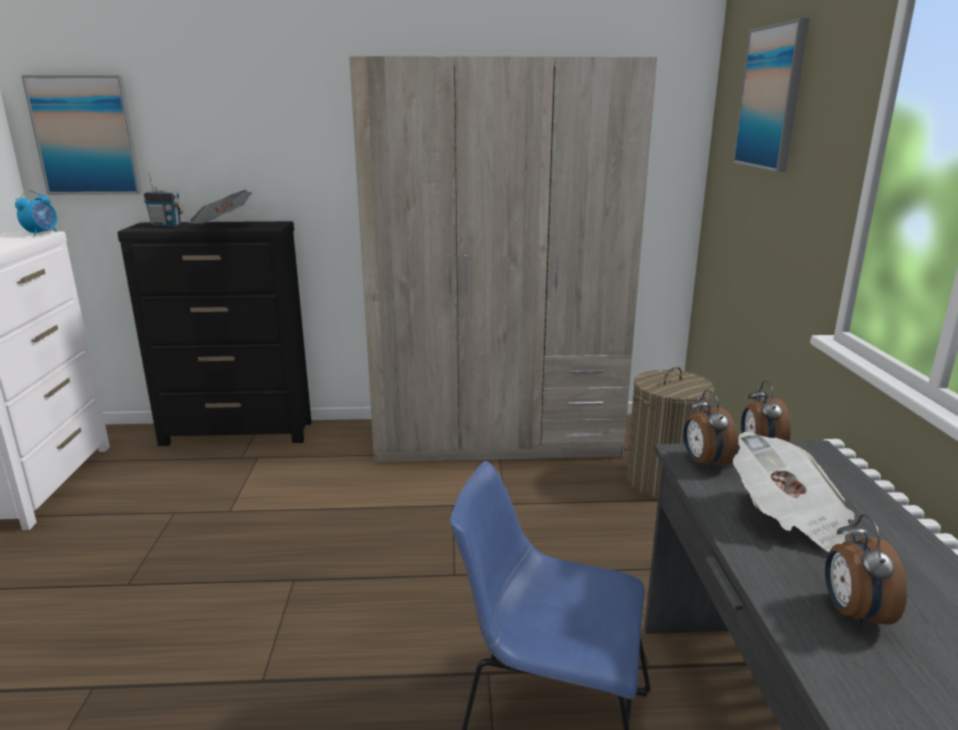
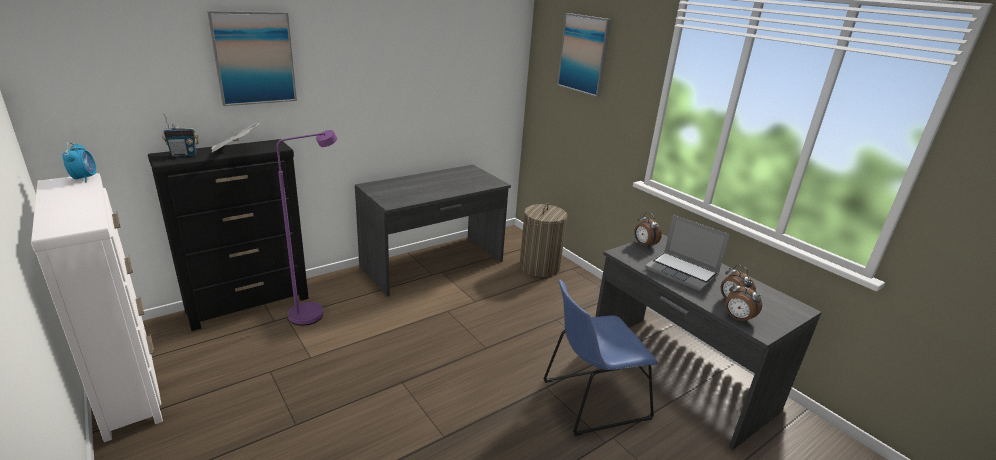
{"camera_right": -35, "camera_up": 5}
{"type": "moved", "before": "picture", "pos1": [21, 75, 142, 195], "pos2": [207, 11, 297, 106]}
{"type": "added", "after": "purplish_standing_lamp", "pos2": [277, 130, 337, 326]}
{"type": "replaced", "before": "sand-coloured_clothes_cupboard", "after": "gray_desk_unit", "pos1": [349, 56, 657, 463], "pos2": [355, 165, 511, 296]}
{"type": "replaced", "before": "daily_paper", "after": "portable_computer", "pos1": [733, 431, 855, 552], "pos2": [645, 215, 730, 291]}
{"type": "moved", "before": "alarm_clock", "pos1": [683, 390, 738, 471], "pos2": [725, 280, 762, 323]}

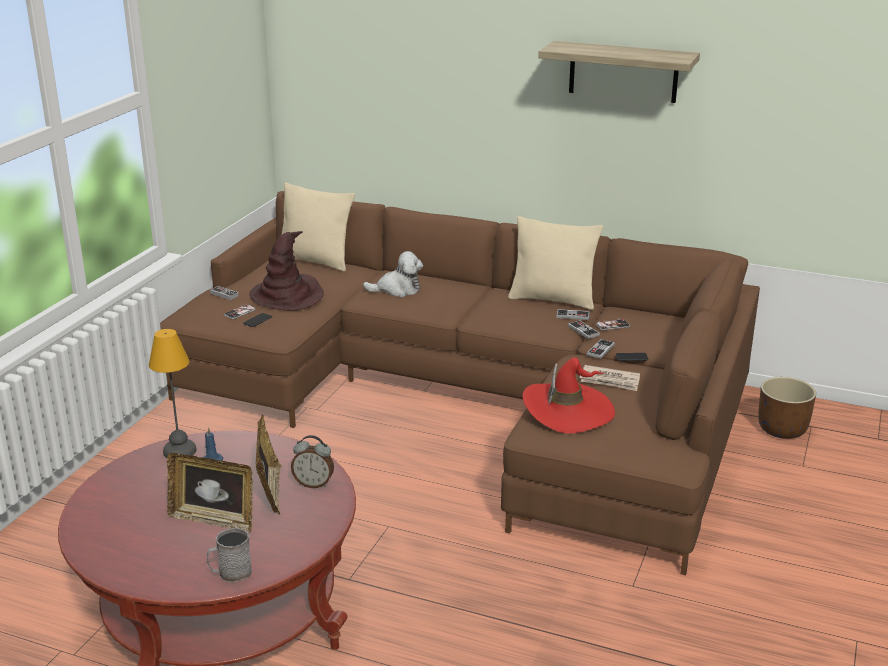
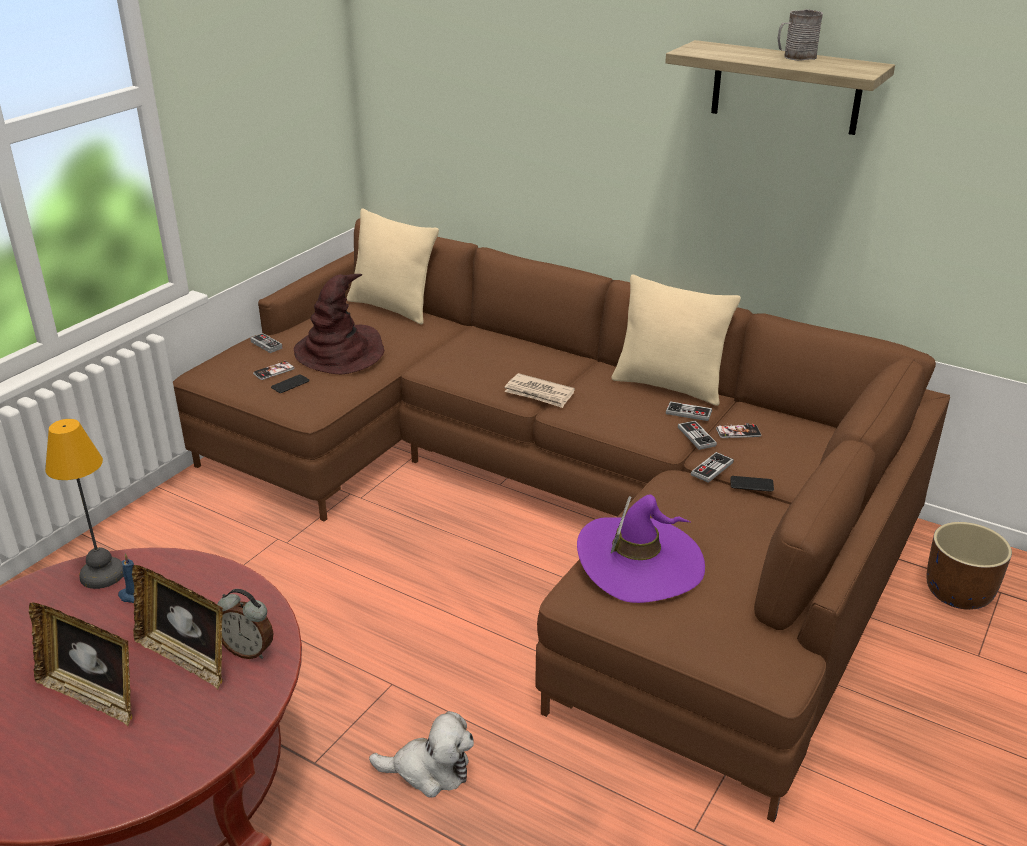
{"camera_right": 10, "camera_up": 5}
{"type": "turned", "before": "picture_frame", "pos1": [256, 415, 282, 515], "pos2": [132, 565, 223, 690], "turn": 120}
{"type": "moved", "before": "cuddly_toy", "pos1": [363, 251, 423, 297], "pos2": [369, 711, 474, 798]}
{"type": "moved", "before": "daily_paper", "pos1": [579, 365, 640, 391], "pos2": [504, 373, 575, 408]}
{"type": "recoloured", "before": "reddish_clothing_hat", "after": "purplish_clothing_hat", "pos1": [522, 357, 615, 434], "pos2": [577, 495, 705, 603]}
{"type": "moved", "before": "gray_tea_mug", "pos1": [207, 527, 252, 583], "pos2": [778, 9, 823, 61]}

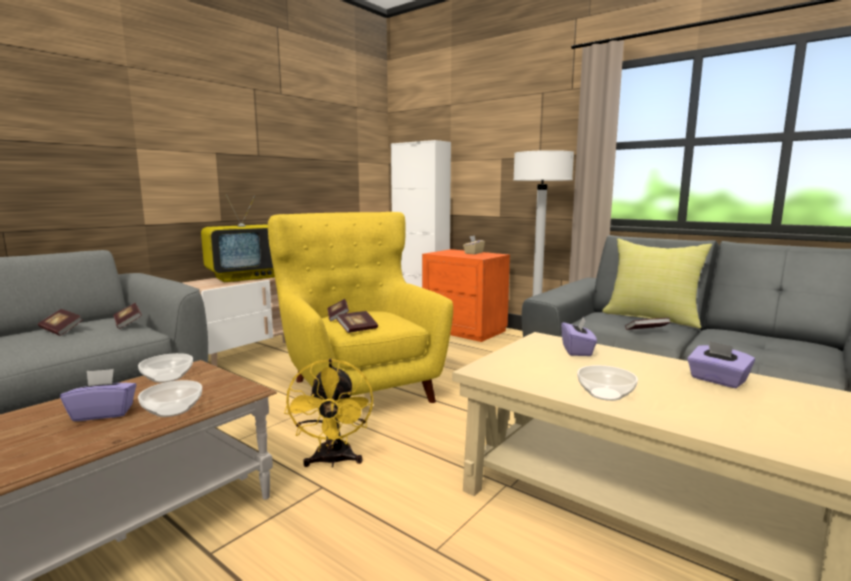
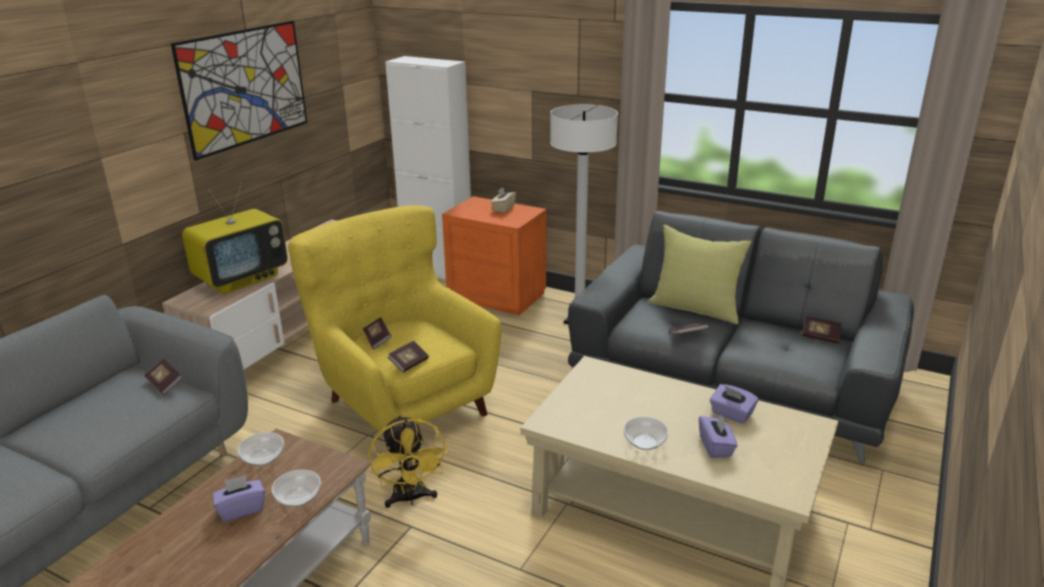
{"camera_right": -10, "camera_up": 15}
{"type": "added", "after": "picture", "pos2": [171, 21, 307, 161]}
{"type": "moved", "before": "purplish_box_of_tissues", "pos1": [561, 317, 597, 356], "pos2": [699, 414, 738, 458]}
{"type": "moved", "before": "book", "pos1": [38, 309, 83, 336], "pos2": [802, 316, 842, 344]}

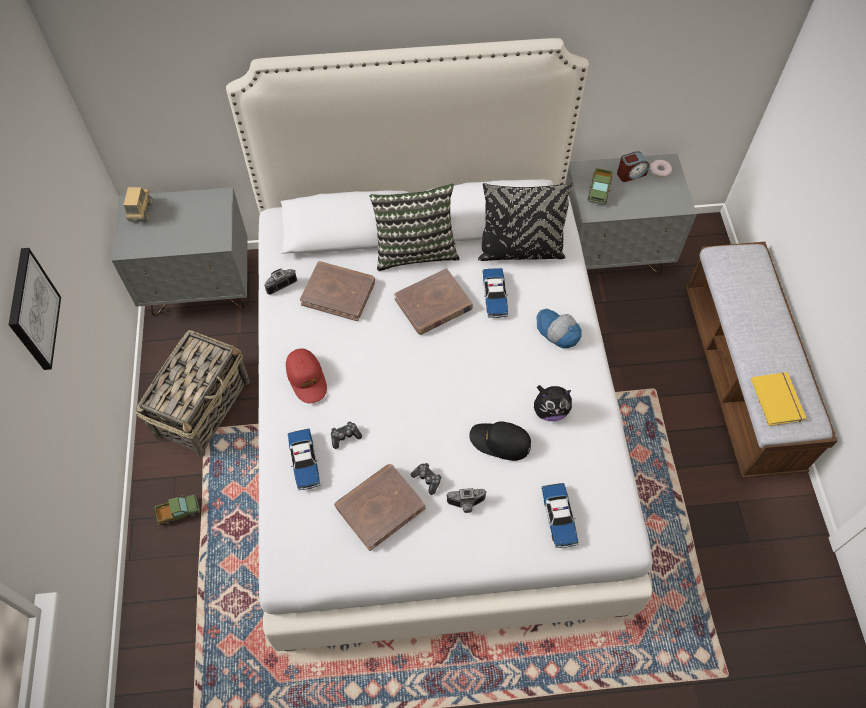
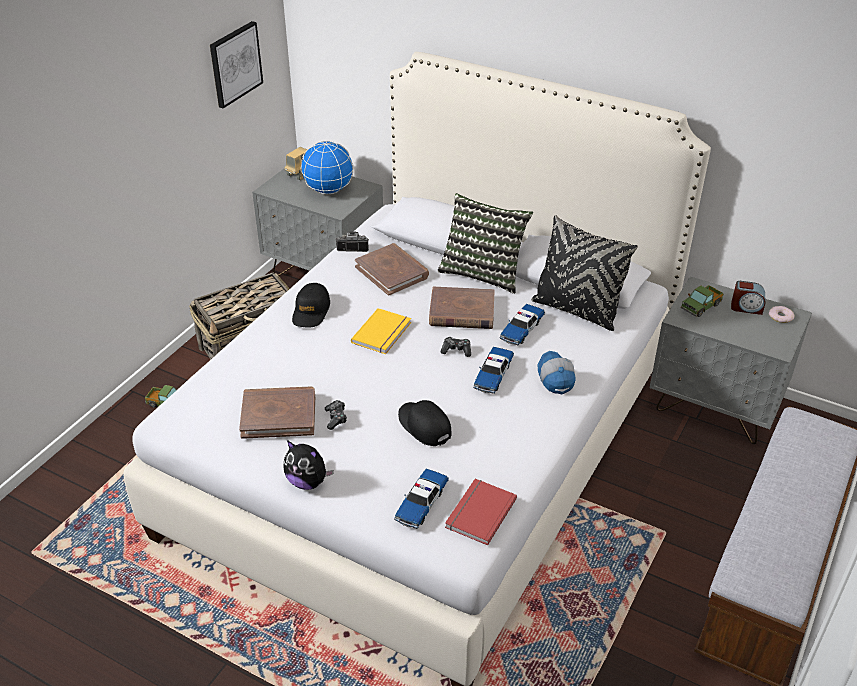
{"camera_right": 35, "camera_up": -20}
{"type": "moved", "before": "picture", "pos1": [8, 248, 61, 370], "pos2": [210, 21, 263, 108]}
{"type": "moved", "before": "cuddly_toy", "pos1": [534, 385, 572, 421], "pos2": [283, 440, 334, 490]}
{"type": "recoloured", "before": "reddish_cap", "after": "black_cap", "pos1": [286, 349, 327, 403], "pos2": [292, 283, 330, 328]}
{"type": "added", "after": "globe", "pos2": [301, 141, 354, 194]}
{"type": "moved", "before": "yellow-coloured_book", "pos1": [751, 372, 806, 426], "pos2": [351, 308, 411, 354]}
{"type": "moved", "before": "gamepad", "pos1": [331, 421, 362, 449], "pos2": [441, 337, 471, 357]}
{"type": "added", "after": "reddish_book", "pos2": [445, 479, 517, 546]}
{"type": "moved", "before": "model_car", "pos1": [288, 429, 320, 490], "pos2": [473, 347, 514, 394]}
{"type": "removed", "before": "photo_camera", "pos1": [447, 488, 486, 513]}

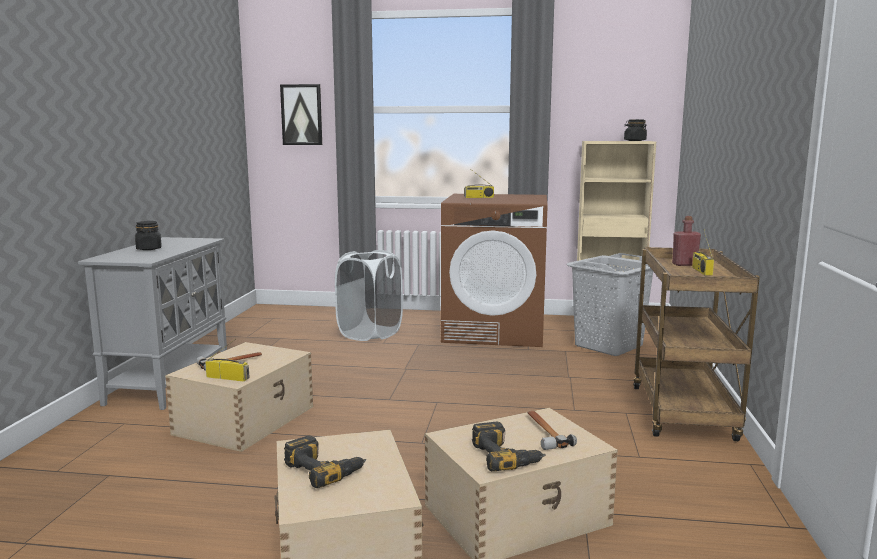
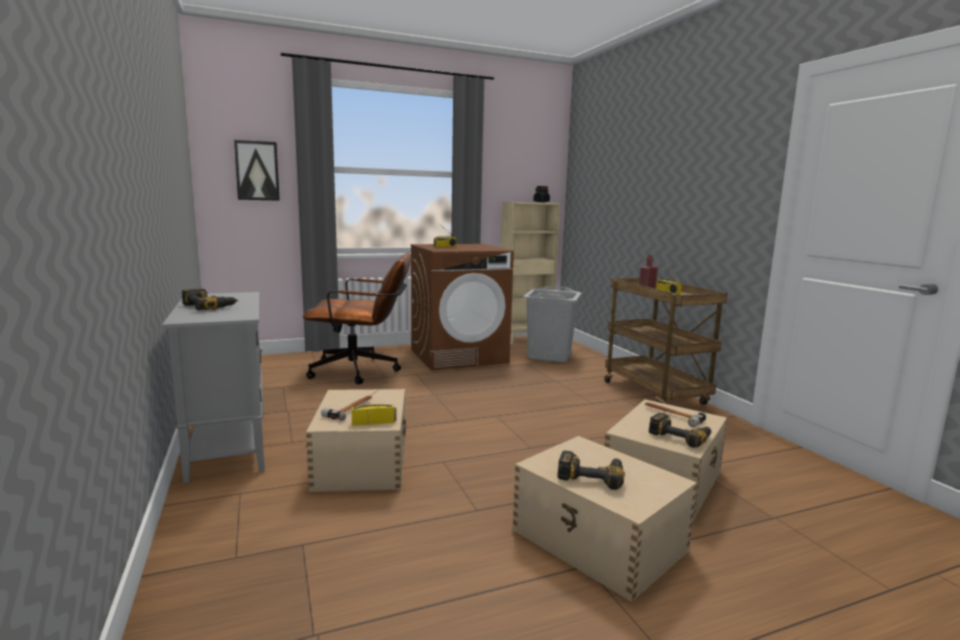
{"camera_right": -30, "camera_up": 0}
{"type": "replaced", "before": "black_jar", "after": "drill", "pos1": [135, 221, 162, 250], "pos2": [181, 288, 238, 310]}
{"type": "replaced", "before": "whitish_laundry_basket", "after": "brown_desk_chair", "pos1": [335, 250, 403, 341], "pos2": [303, 253, 411, 385]}

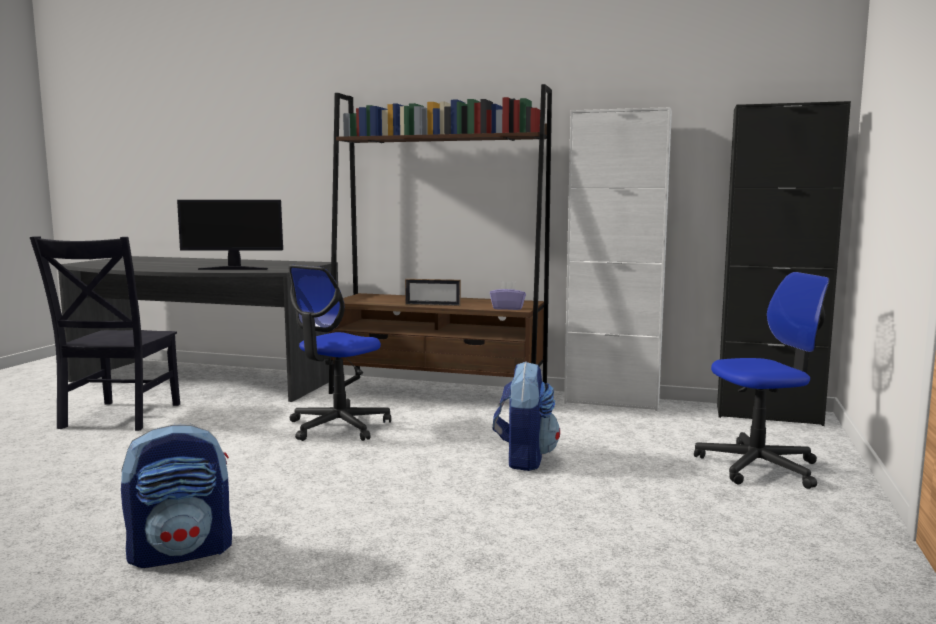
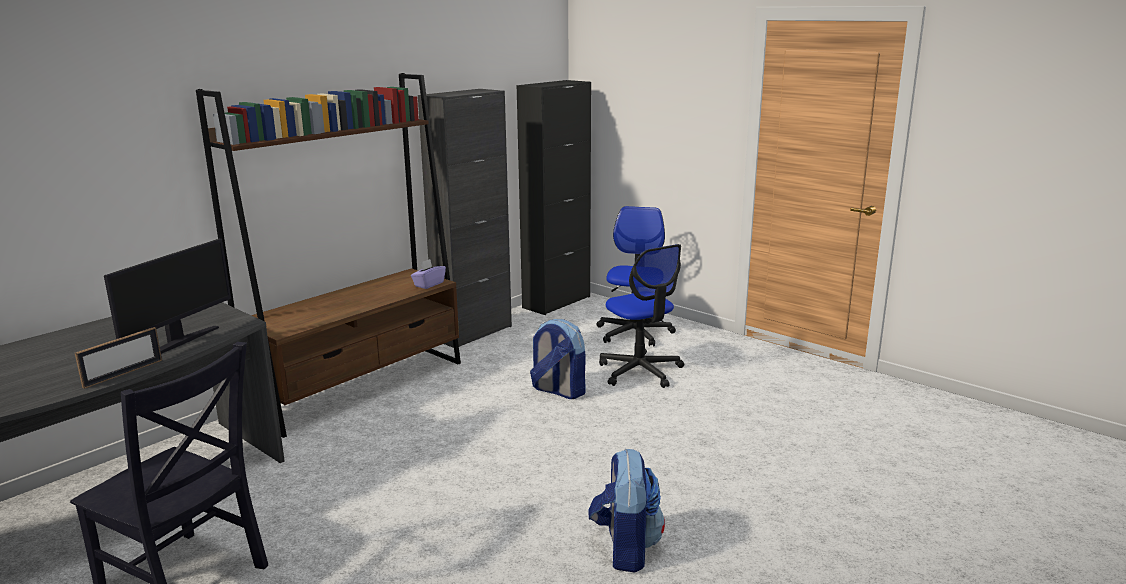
{"camera_right": -65, "camera_up": 10}
{"type": "moved", "before": "picture_frame", "pos1": [405, 279, 461, 306], "pos2": [75, 327, 162, 389]}
{"type": "recoloured", "before": "whitish_storage_cabinet", "after": "black_storage_cabinet", "pos1": [564, 107, 672, 411], "pos2": [418, 89, 512, 348]}
{"type": "moved", "before": "desk_chair", "pos1": [288, 265, 391, 441], "pos2": [599, 244, 684, 388]}

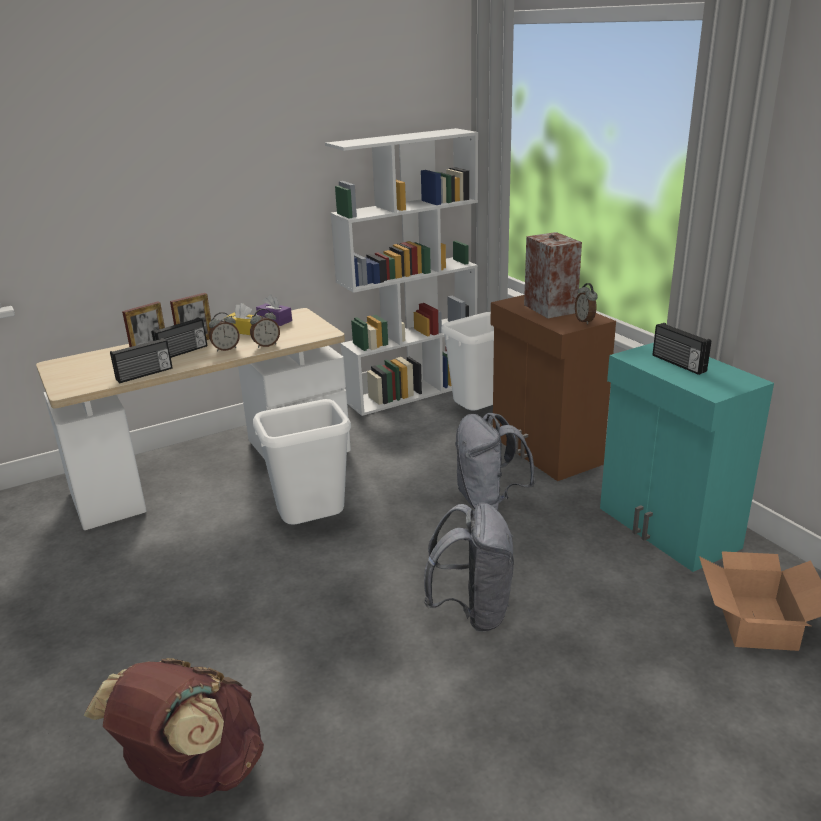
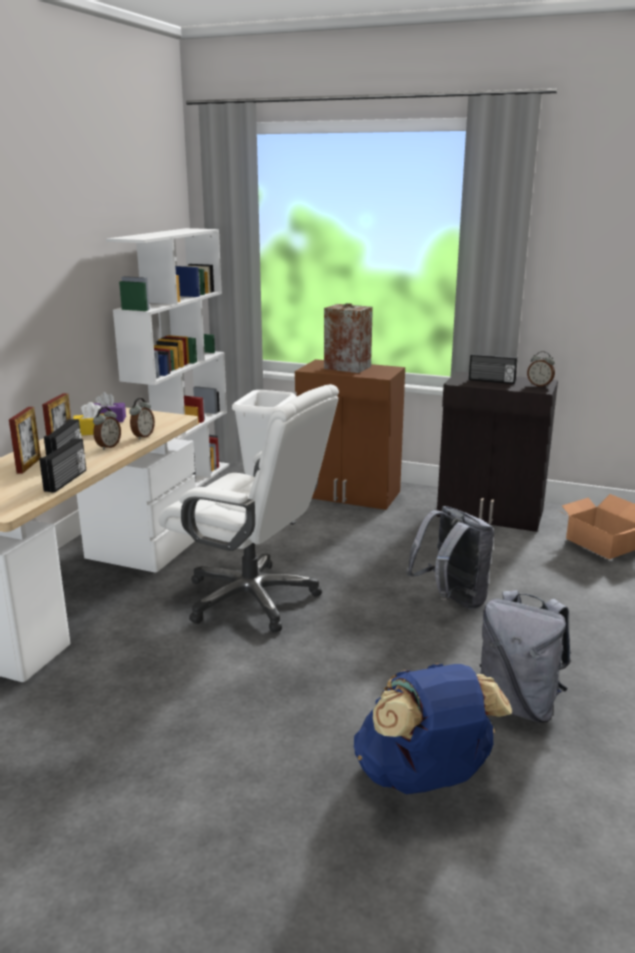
{"camera_right": -40, "camera_up": -5}
{"type": "replaced", "before": "whitish_waste_bin", "after": "whitish_desk_chair", "pos1": [253, 399, 351, 525], "pos2": [159, 384, 339, 632]}
{"type": "recoloured", "before": "brown_knapsack", "after": "blue-coloured_knapsack", "pos1": [83, 658, 264, 797], "pos2": [354, 663, 512, 794]}
{"type": "recoloured", "before": "turquoise_storage_cabinet", "after": "black_storage_cabinet", "pos1": [600, 343, 774, 572], "pos2": [436, 371, 558, 532]}
{"type": "moved", "before": "gray_knapsack", "pos1": [455, 413, 536, 511], "pos2": [479, 590, 570, 723]}
{"type": "moved", "before": "alarm_clock", "pos1": [575, 283, 598, 325], "pos2": [527, 351, 555, 387]}

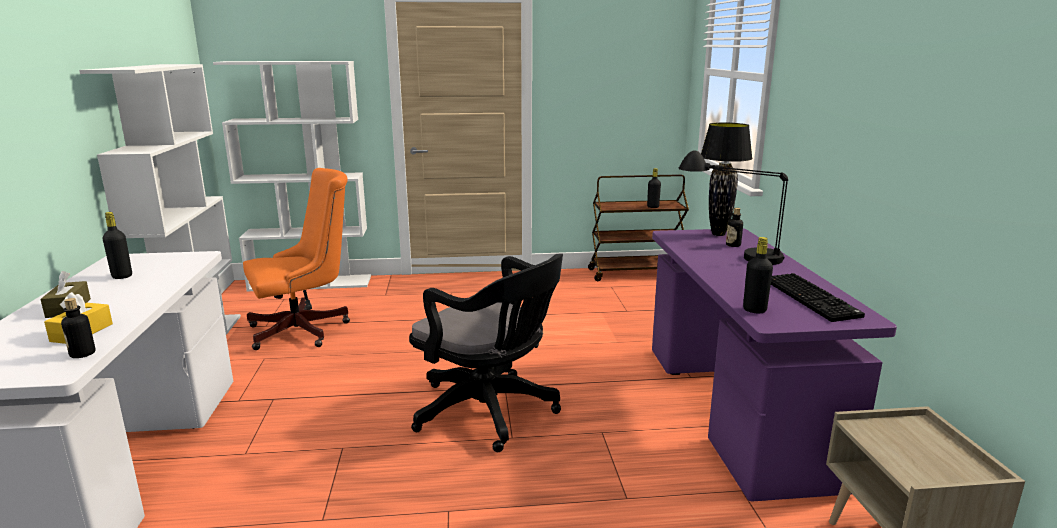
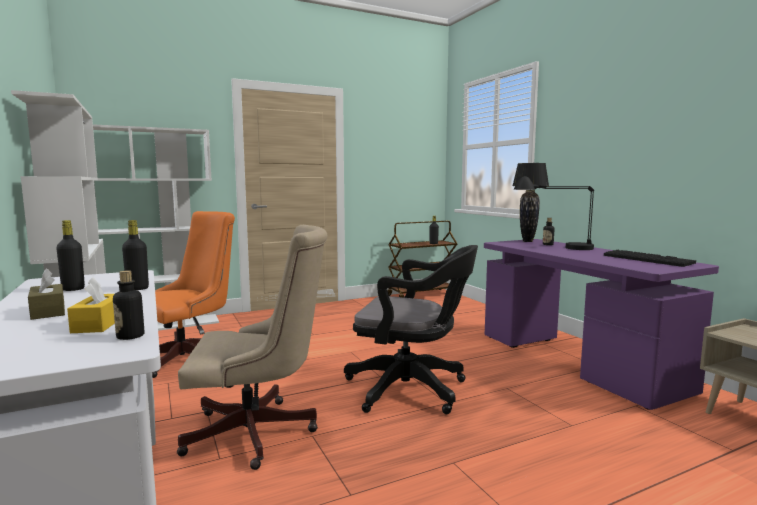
{"camera_right": -20, "camera_up": -10}
{"type": "moved", "before": "black_bottle", "pos1": [743, 237, 773, 313], "pos2": [122, 220, 149, 290]}
{"type": "added", "after": "sand-coloured_desk_chair", "pos2": [177, 225, 327, 470]}

